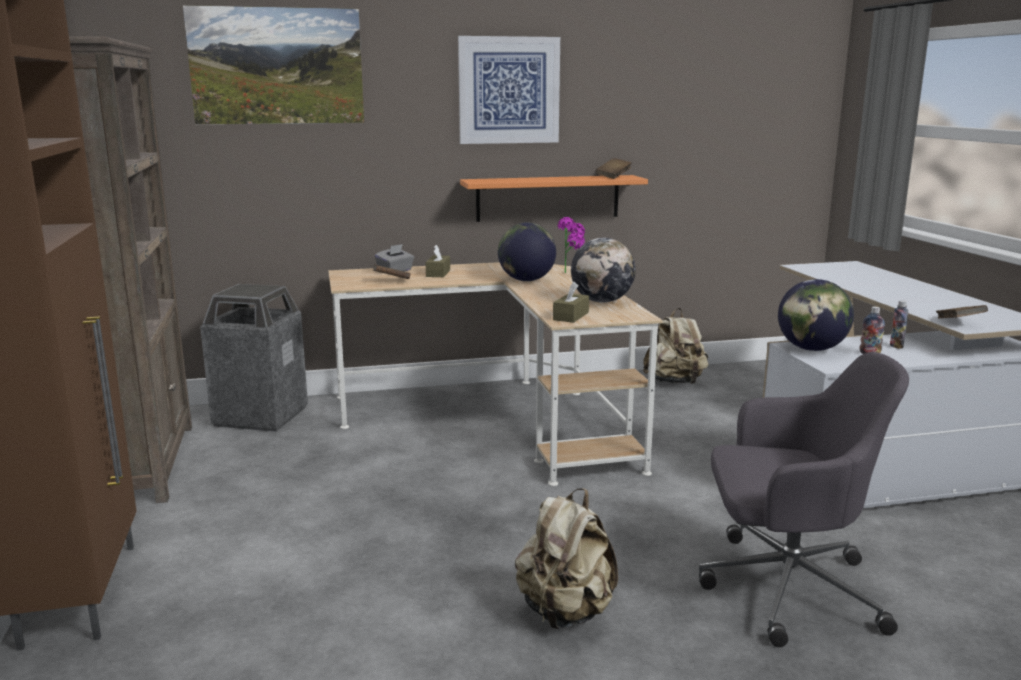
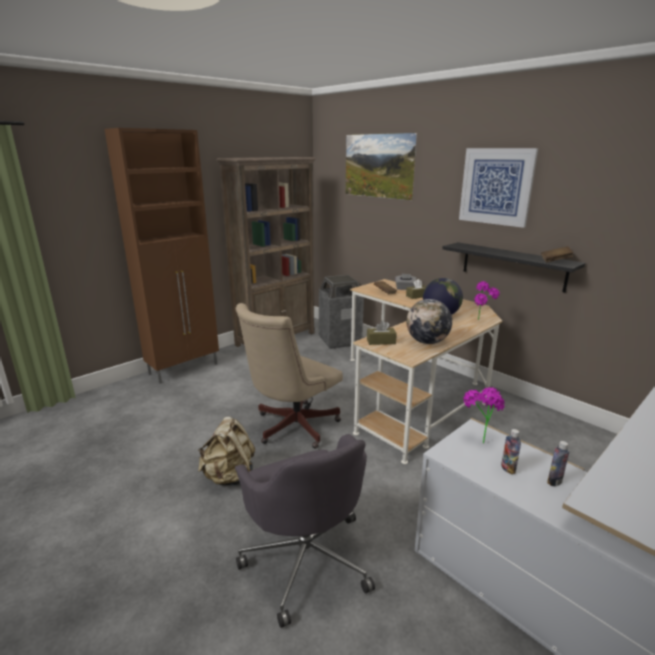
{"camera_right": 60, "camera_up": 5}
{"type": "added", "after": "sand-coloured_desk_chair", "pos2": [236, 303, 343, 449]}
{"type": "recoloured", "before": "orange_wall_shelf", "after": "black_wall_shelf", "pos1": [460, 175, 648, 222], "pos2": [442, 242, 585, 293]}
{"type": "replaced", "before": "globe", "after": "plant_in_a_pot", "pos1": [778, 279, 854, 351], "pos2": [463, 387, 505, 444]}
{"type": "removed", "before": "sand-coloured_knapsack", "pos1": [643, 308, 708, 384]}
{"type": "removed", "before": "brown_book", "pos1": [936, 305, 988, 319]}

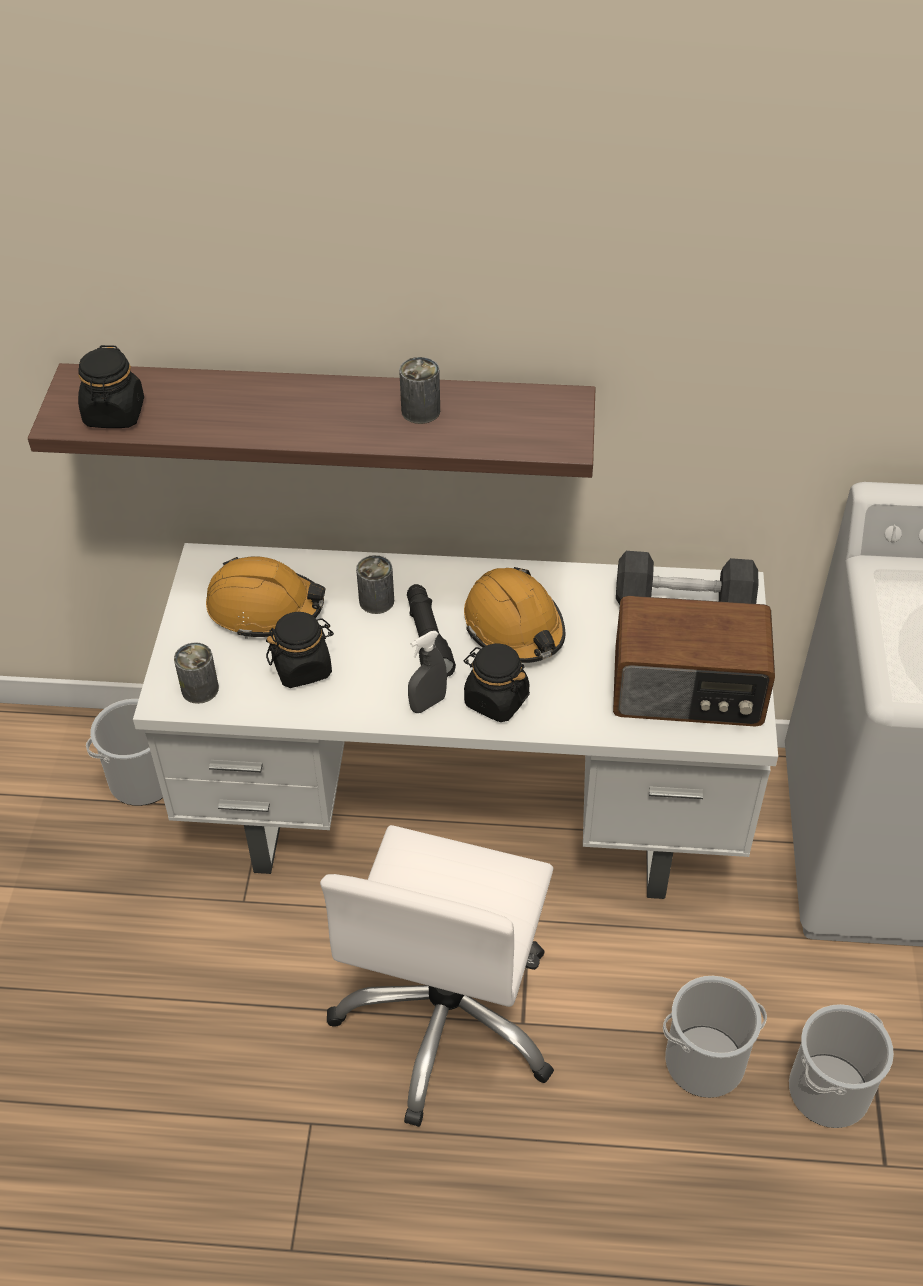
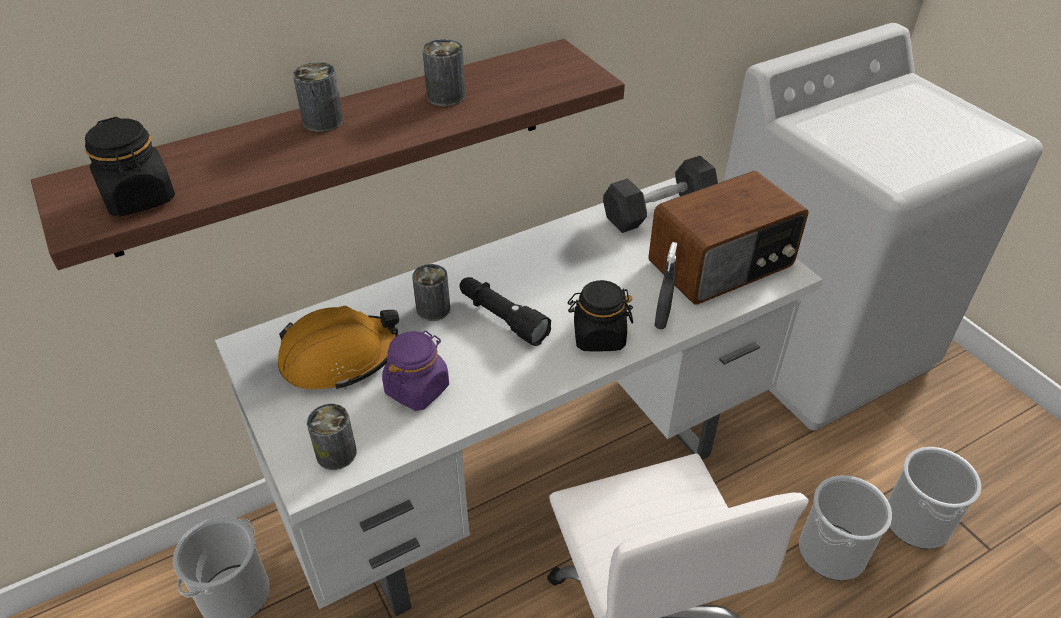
{"camera_right": -35, "camera_up": -5}
{"type": "added", "after": "sealed_can", "pos2": [293, 62, 344, 132]}
{"type": "recoloured", "before": "black_jar", "after": "purplish_jar", "pos1": [266, 612, 334, 688], "pos2": [382, 331, 449, 411]}
{"type": "moved", "before": "gray_hand_sprayer", "pos1": [408, 631, 447, 713], "pos2": [654, 242, 677, 329]}
{"type": "removed", "before": "orange_hard_hat", "pos1": [464, 567, 565, 663]}

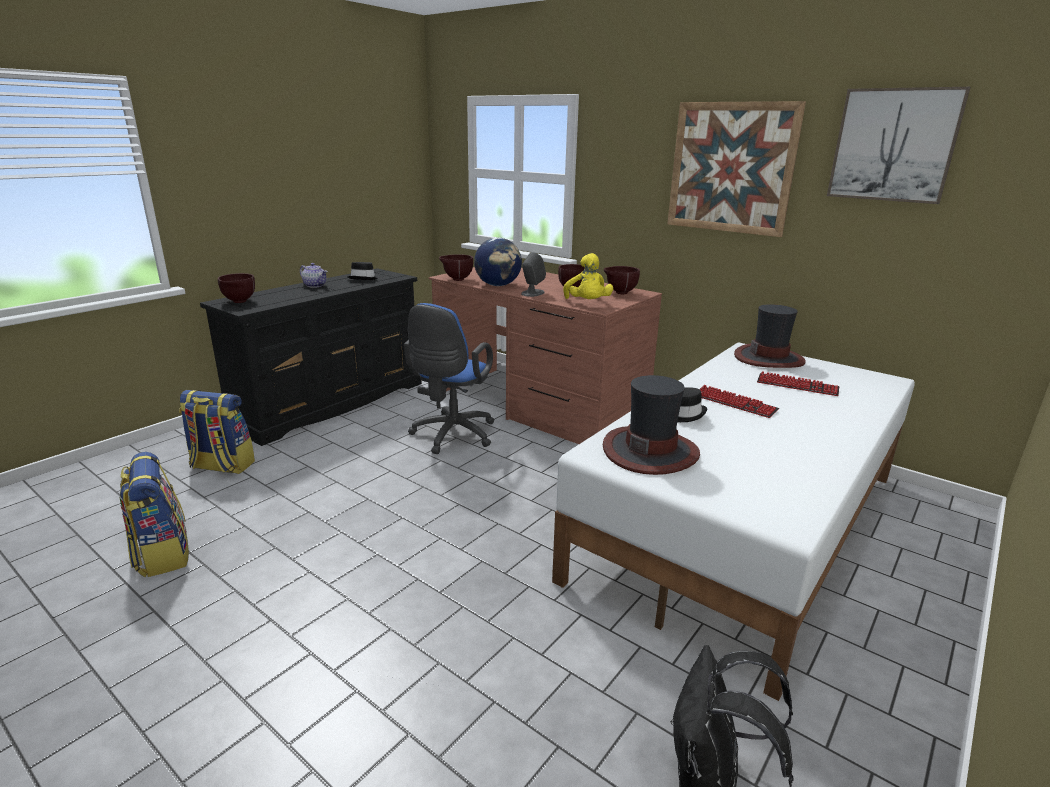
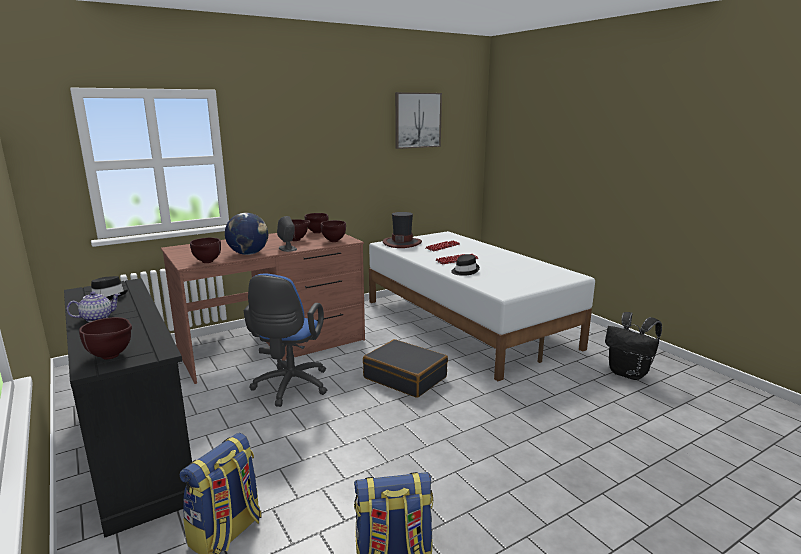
{"camera_right": -70, "camera_up": -5}
{"type": "turned", "before": "blue-coloured_desk_chair", "pos1": [404, 303, 495, 454], "pos2": [244, 273, 327, 407], "turn": 60}
{"type": "replaced", "before": "yellow-coloured_cuddly_toy", "after": "brown_serving_bowl", "pos1": [563, 253, 613, 299], "pos2": [321, 220, 346, 242]}
{"type": "added", "after": "black_suitcase", "pos2": [363, 339, 448, 398]}
{"type": "removed", "before": "clothing_hat", "pos1": [603, 375, 700, 475]}
{"type": "removed", "before": "picture", "pos1": [667, 101, 806, 237]}

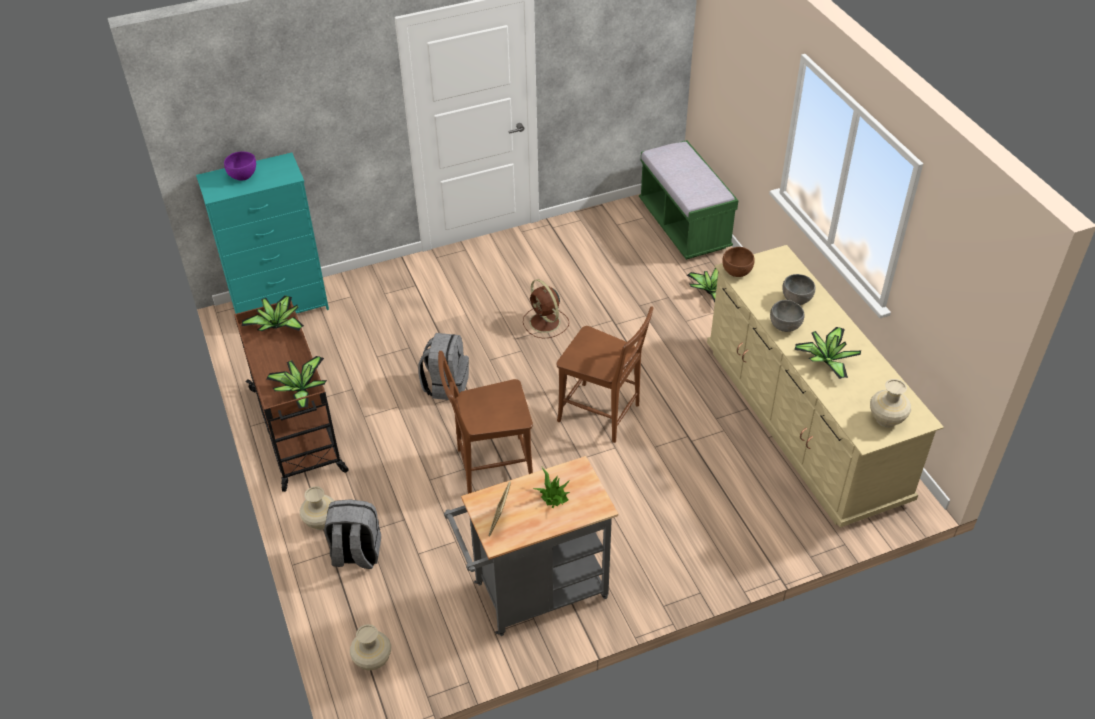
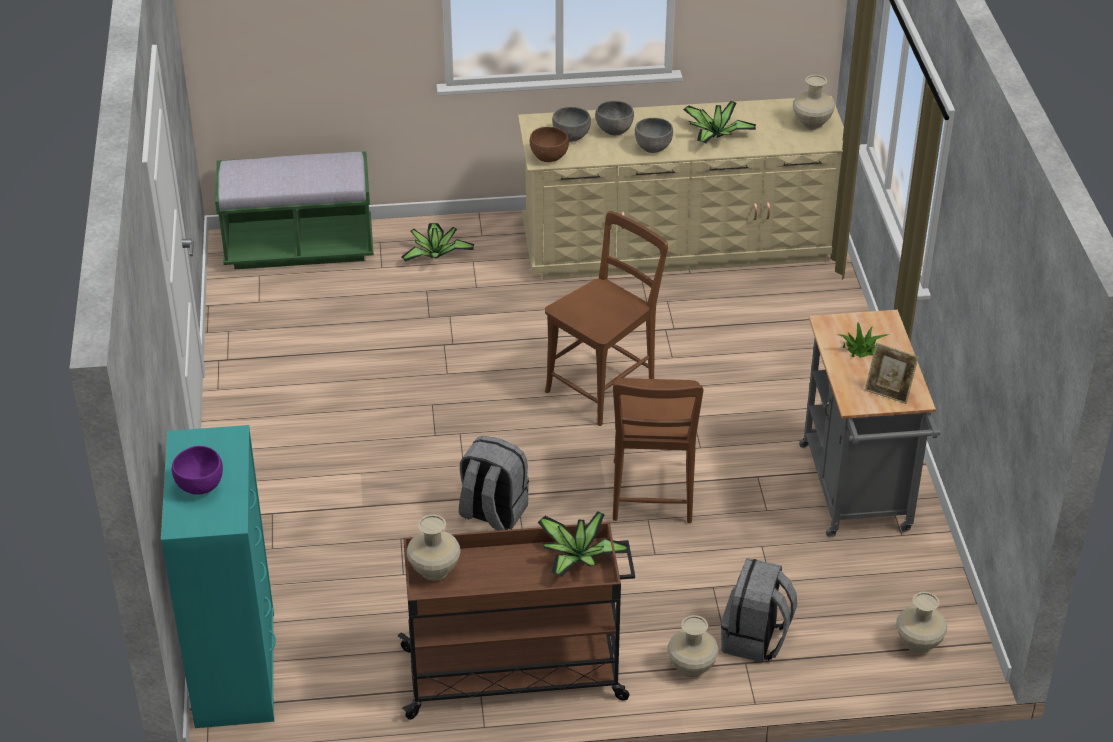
{"camera_right": -75, "camera_up": -5}
{"type": "replaced", "before": "plant_in_a_pot", "after": "sand-coloured_decorative_vase", "pos1": [242, 295, 304, 332], "pos2": [406, 514, 461, 581]}
{"type": "added", "after": "gray_serving_bowl", "pos2": [552, 107, 591, 142]}
{"type": "removed", "before": "brown_cooling_fan", "pos1": [523, 279, 569, 339]}

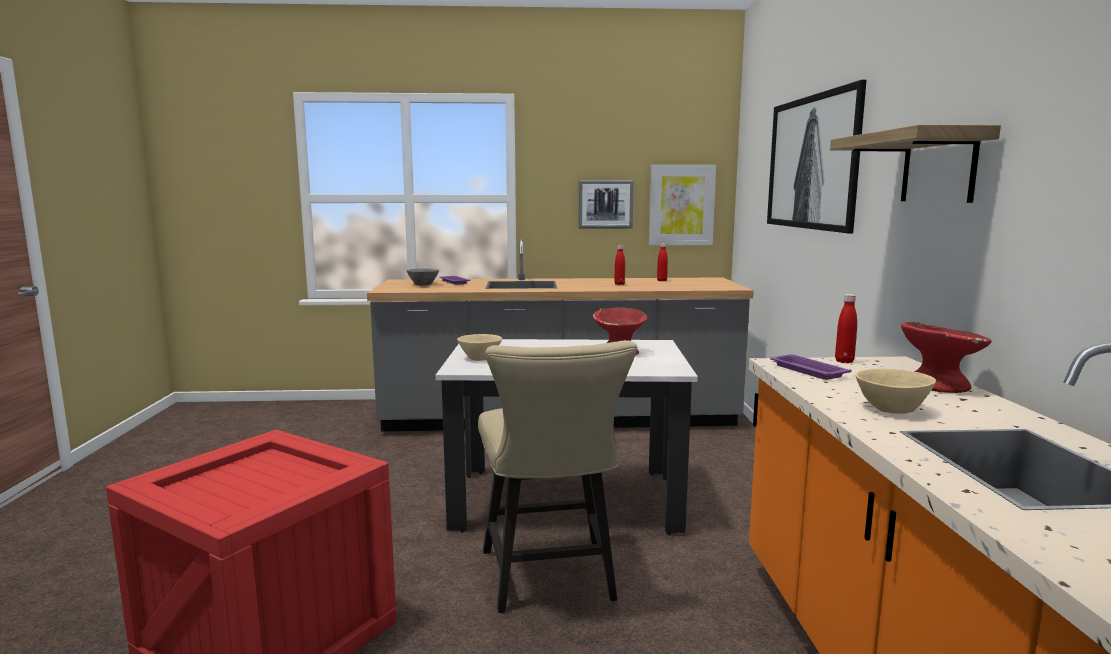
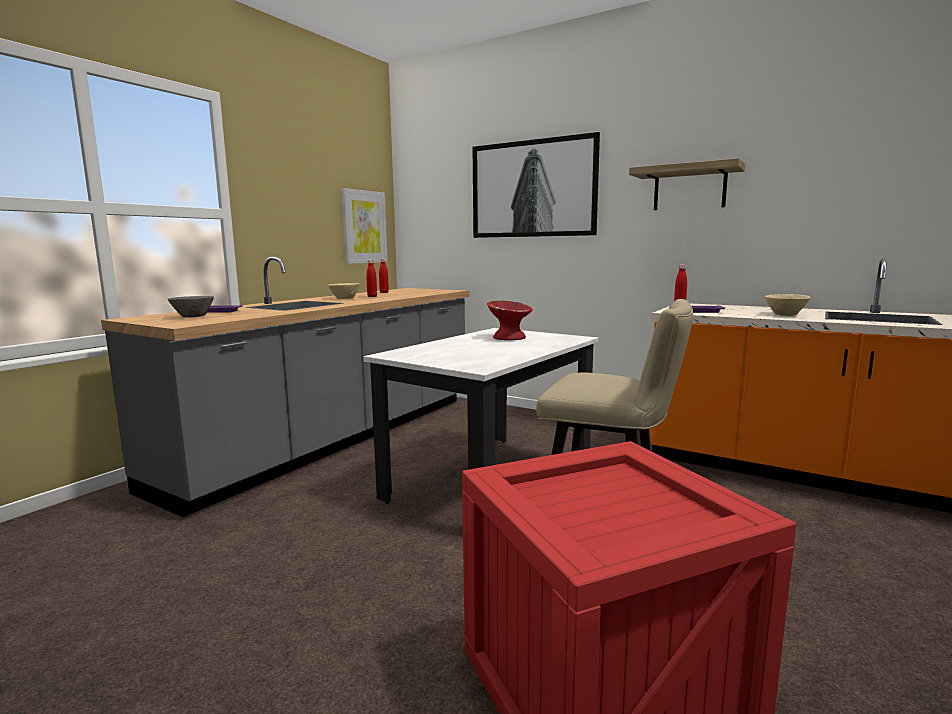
{"camera_right": -55, "camera_up": 0}
{"type": "moved", "before": "sand-coloured_serving_bowl", "pos1": [457, 334, 502, 361], "pos2": [328, 283, 360, 299]}
{"type": "removed", "before": "picture", "pos1": [579, 180, 634, 228]}
{"type": "removed", "before": "reddish_serving_bowl", "pos1": [901, 322, 992, 393]}

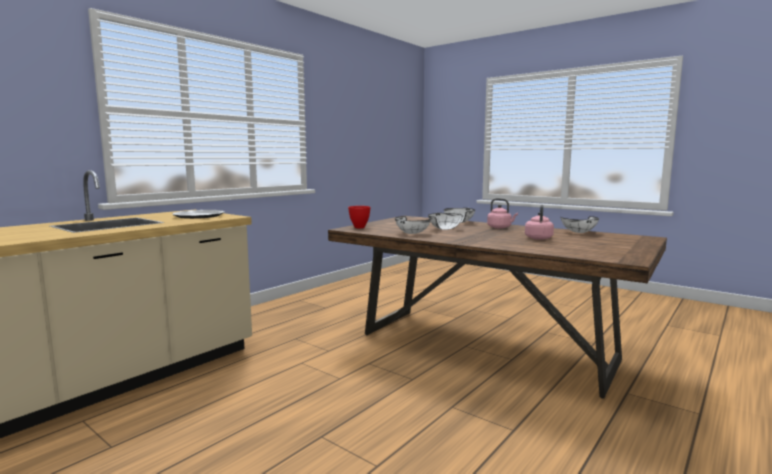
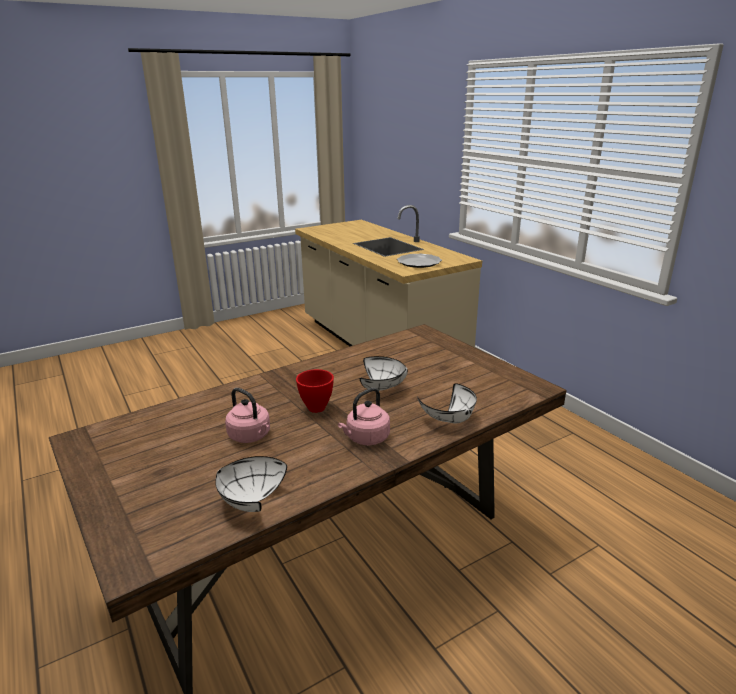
{"camera_right": 110, "camera_up": 15}
{"type": "moved", "before": "reddish_serving_bowl", "pos1": [348, 206, 371, 228], "pos2": [296, 369, 334, 413]}
{"type": "removed", "before": "whitish_serving_bowl", "pos1": [395, 216, 431, 234]}

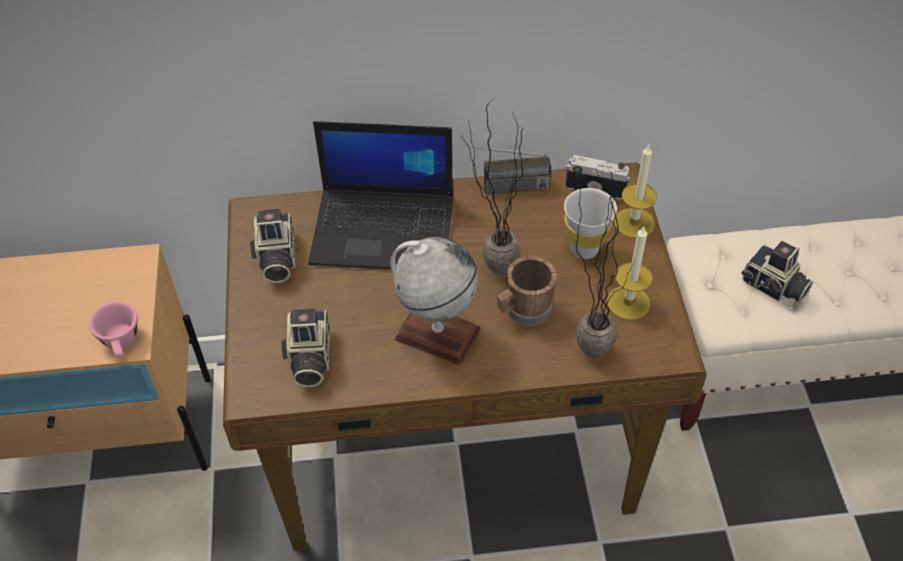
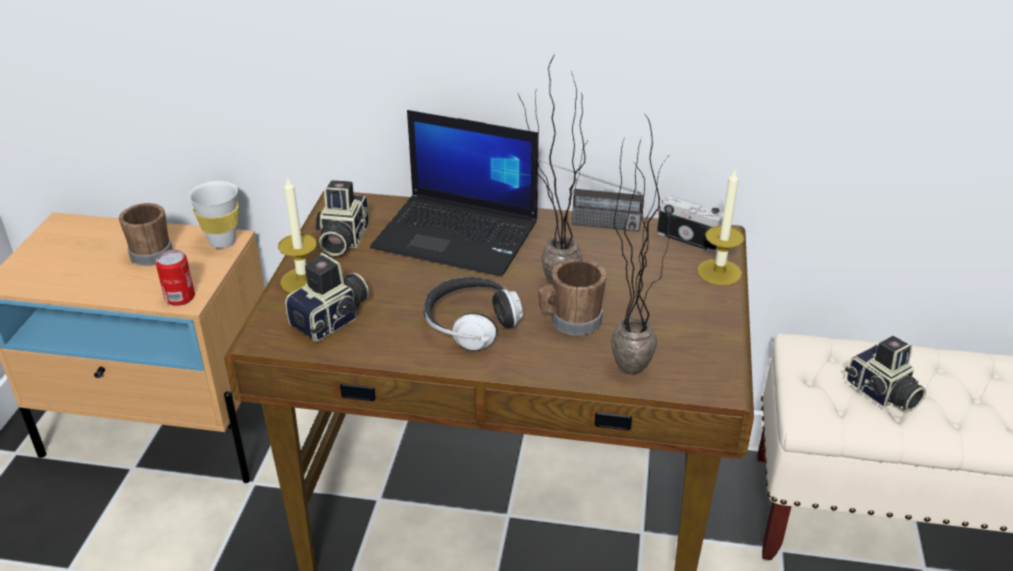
{"camera_right": 15, "camera_up": -15}
{"type": "added", "after": "brown_tea_mug", "pos2": [119, 203, 173, 266]}
{"type": "replaced", "before": "pink-coloured_drinking_cup", "after": "sealed_can", "pos1": [89, 301, 138, 358], "pos2": [156, 250, 195, 306]}
{"type": "moved", "before": "whitish_drinking_cup", "pos1": [564, 188, 617, 259], "pos2": [189, 181, 239, 249]}
{"type": "moved", "before": "wax_light", "pos1": [607, 226, 653, 320], "pos2": [278, 176, 317, 293]}
{"type": "turned", "before": "photo_camera", "pos1": [282, 309, 330, 388], "pos2": [285, 253, 369, 341], "turn": -150}
{"type": "replaced", "before": "globe", "after": "headset", "pos1": [390, 237, 481, 365], "pos2": [423, 277, 523, 350]}

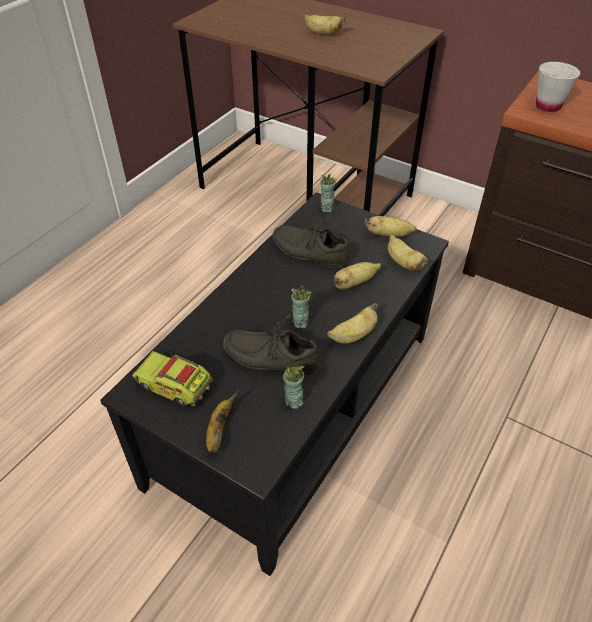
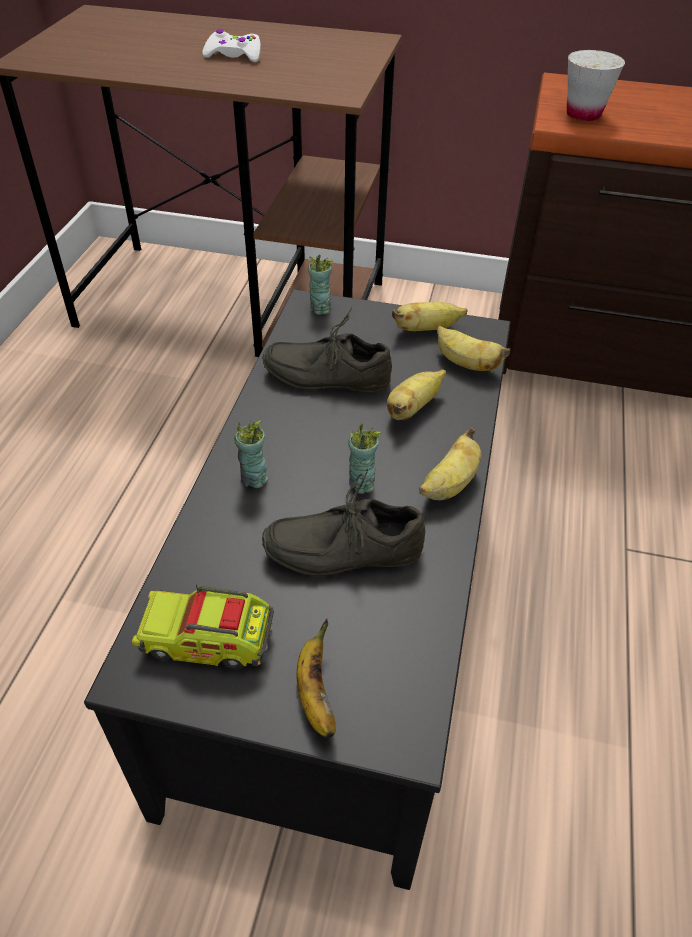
{"camera_right": -20, "camera_up": 0}
{"type": "replaced", "before": "banana", "after": "whitish_gamepad", "pos1": [305, 15, 345, 35], "pos2": [202, 29, 261, 62]}
{"type": "moved", "before": "drinking_cup", "pos1": [283, 364, 304, 409], "pos2": [234, 420, 268, 488]}

